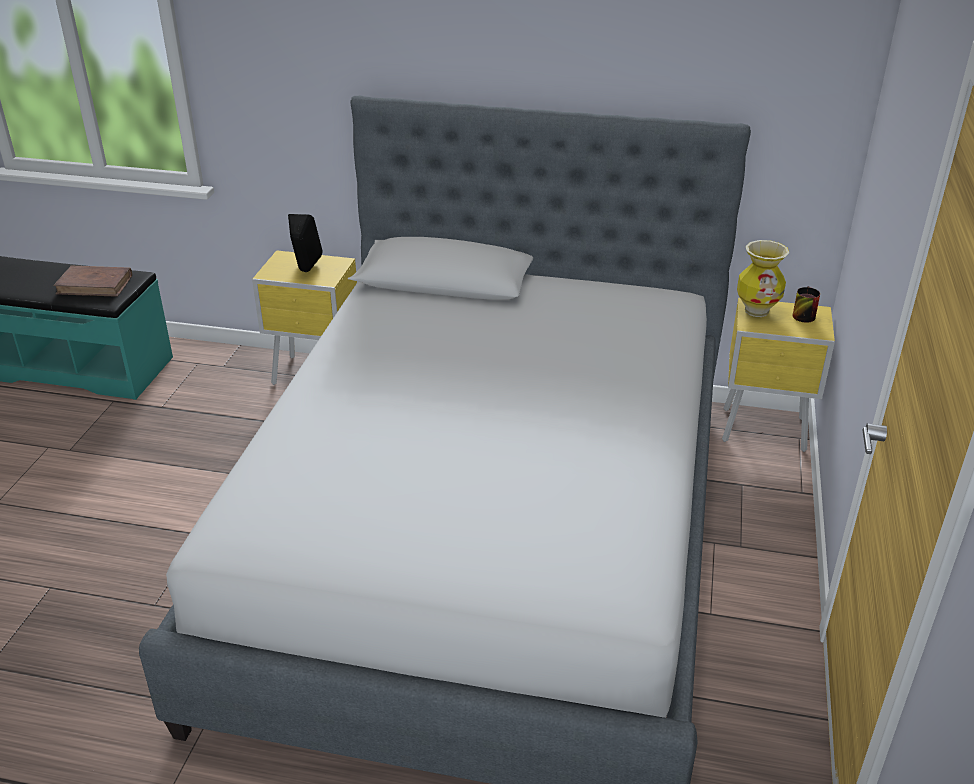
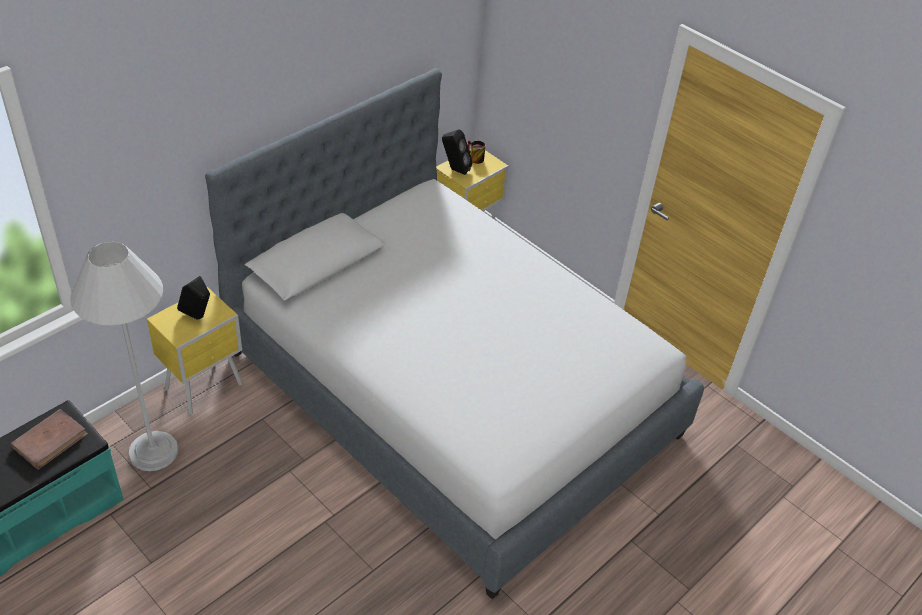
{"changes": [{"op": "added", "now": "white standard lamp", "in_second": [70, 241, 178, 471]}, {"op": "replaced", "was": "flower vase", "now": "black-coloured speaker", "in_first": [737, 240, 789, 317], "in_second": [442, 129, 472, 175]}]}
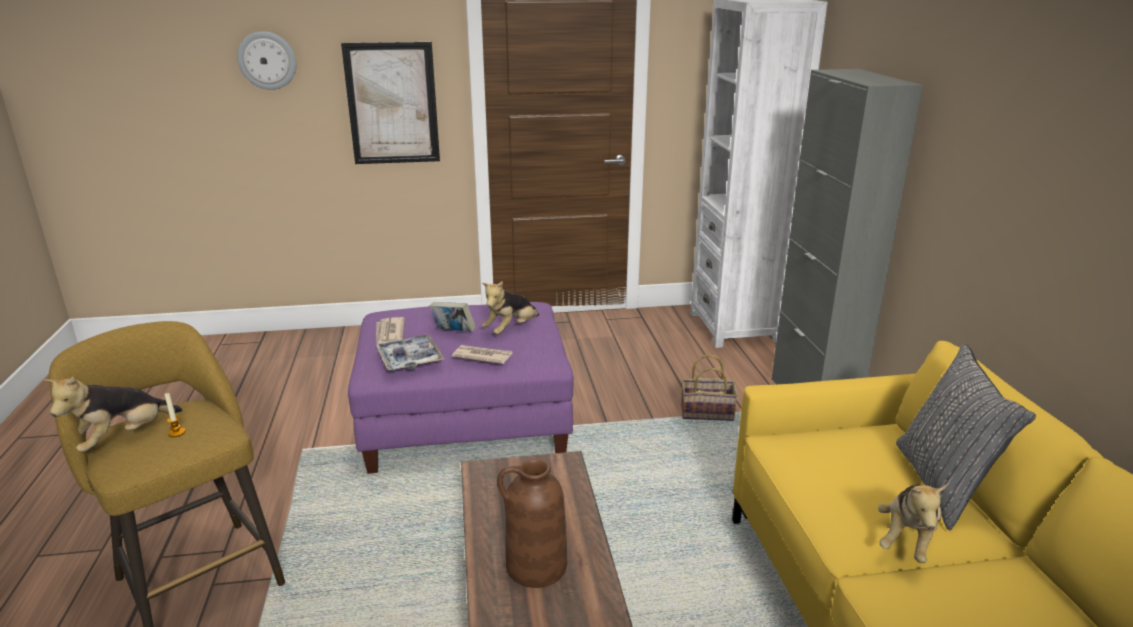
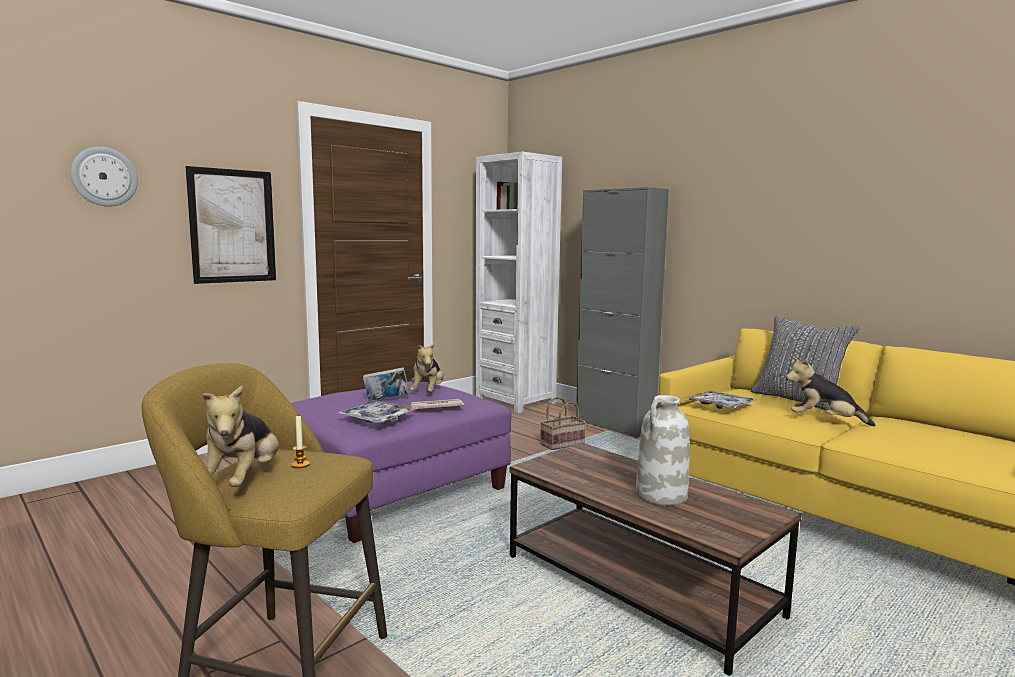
{"changes": [{"op": "recoloured", "was": "brown flower vase", "now": "white flower vase", "in_first": [497, 458, 567, 588], "in_second": [636, 395, 689, 505]}, {"op": "added", "now": "carrying tray", "in_second": [686, 391, 757, 409]}, {"op": "turned", "was": "soft toy", "in_first": [878, 484, 948, 563], "in_second": [786, 357, 876, 426], "clockwise": 120}, {"op": "removed", "was": "newspaper", "in_first": [376, 317, 405, 347]}]}
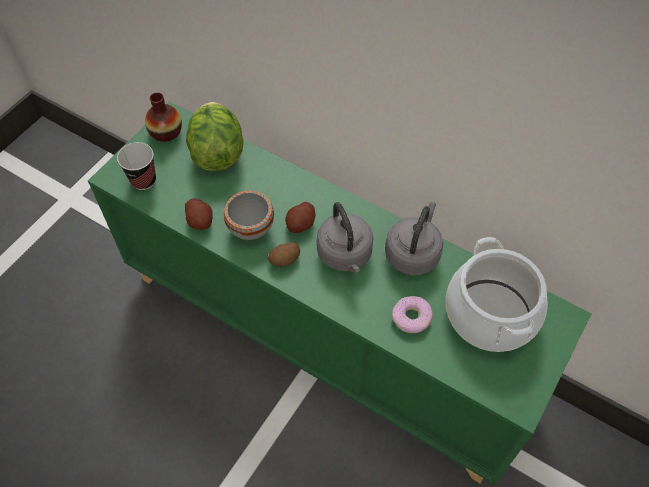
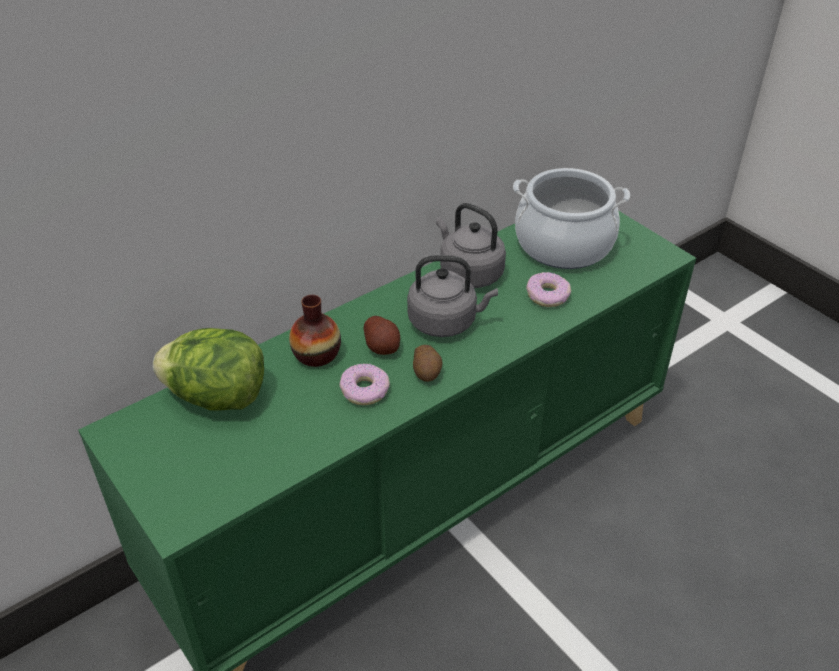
{"changes": [{"op": "moved", "was": "flower vase", "in_first": [145, 92, 182, 142], "in_second": [289, 295, 341, 367]}, {"op": "replaced", "was": "greyish serving bowl", "now": "ring doughnut", "in_first": [224, 190, 274, 240], "in_second": [340, 364, 390, 405]}, {"op": "removed", "was": "small cup", "in_first": [117, 142, 156, 190]}, {"op": "removed", "was": "spud", "in_first": [185, 198, 213, 230]}]}
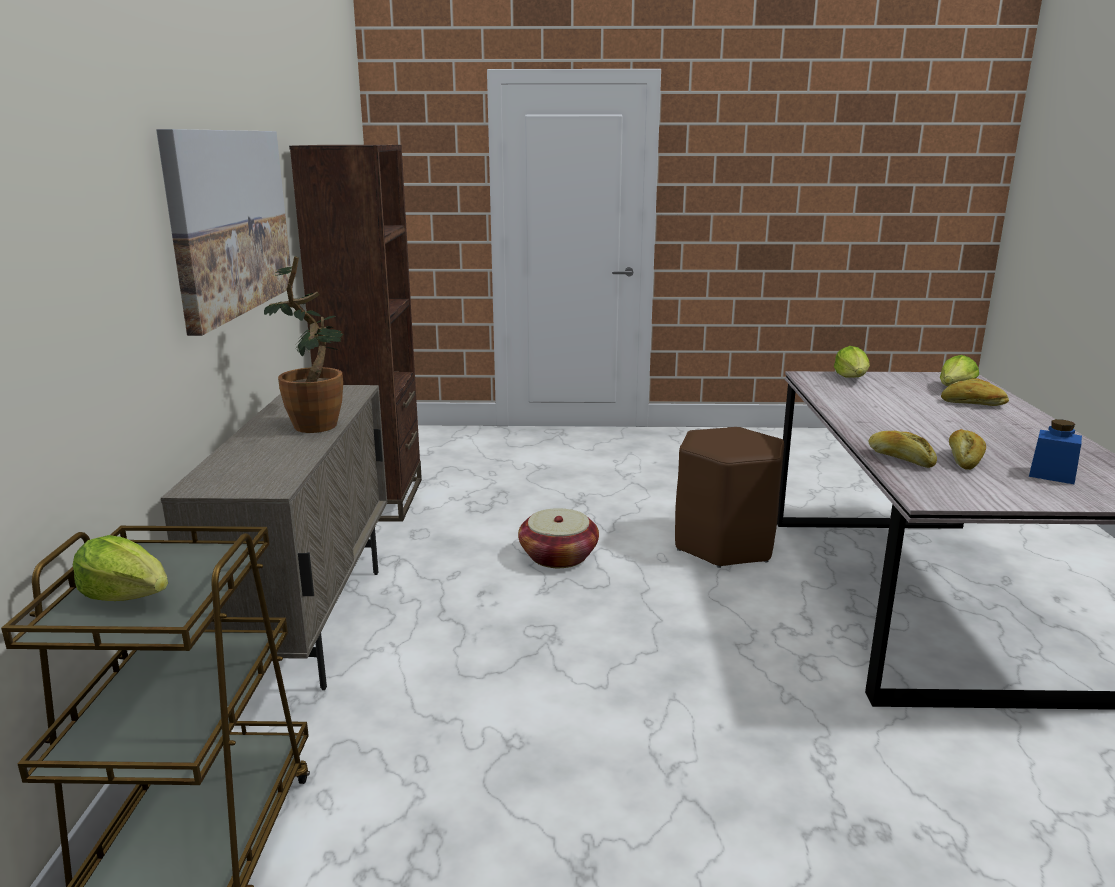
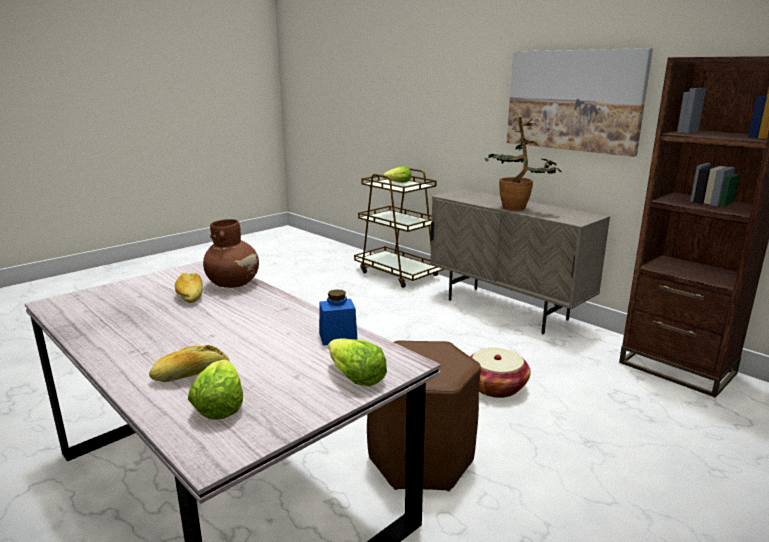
{"changes": [{"op": "replaced", "was": "bakery bread", "now": "brown flower vase", "in_first": [868, 431, 937, 468], "in_second": [203, 219, 259, 288]}, {"op": "moved", "was": "blue-coloured preserve jar", "in_first": [1029, 419, 1082, 484], "in_second": [319, 289, 358, 345]}]}
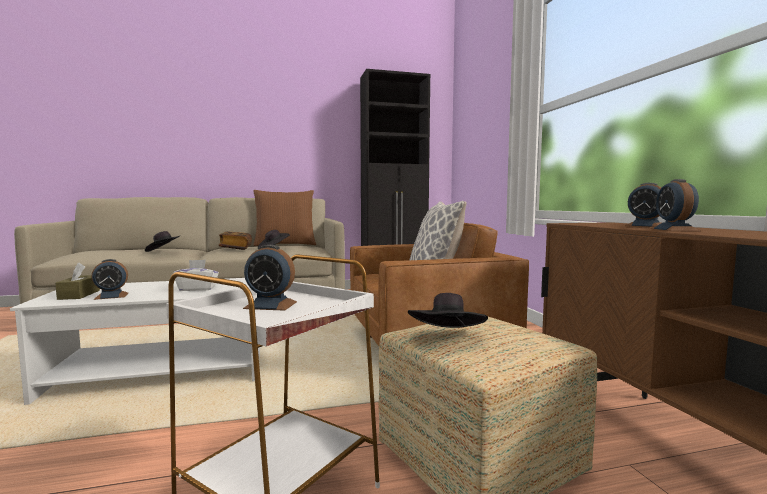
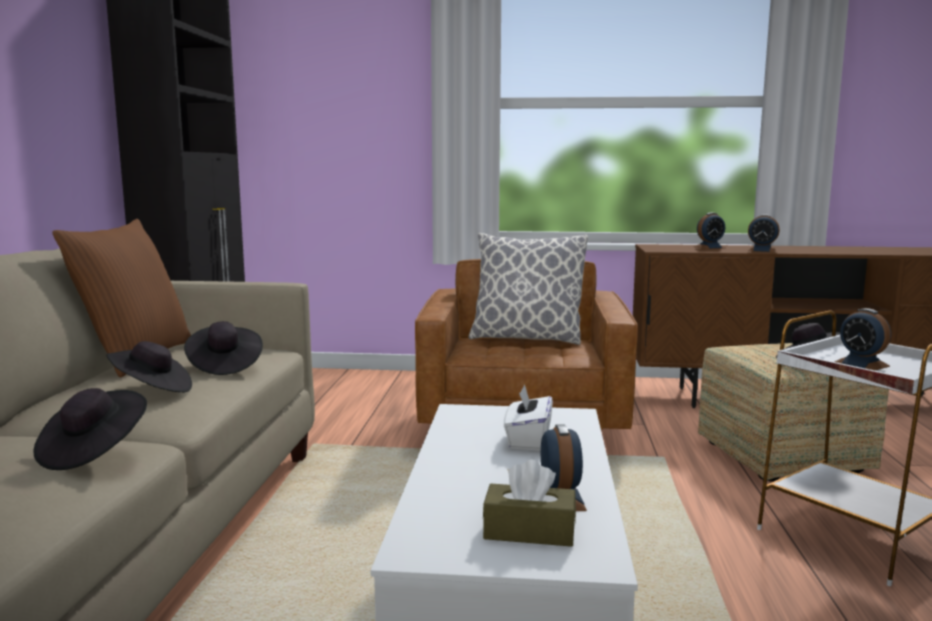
{"changes": [{"op": "replaced", "was": "book", "now": "black-coloured wearable hat", "in_first": [219, 232, 252, 250], "in_second": [107, 341, 192, 392]}, {"op": "turned", "was": "table clock", "in_first": [243, 245, 297, 311], "in_second": [834, 308, 891, 370], "clockwise": 120}]}
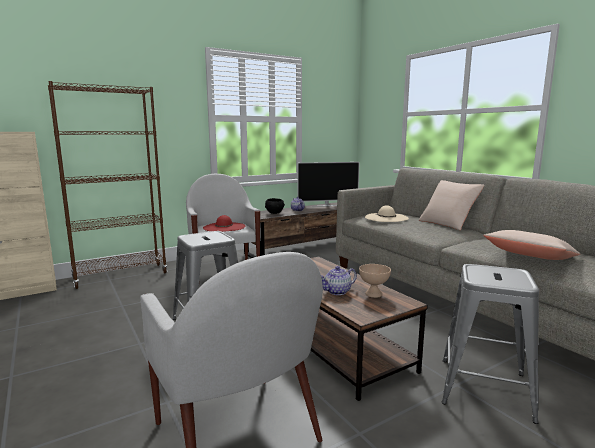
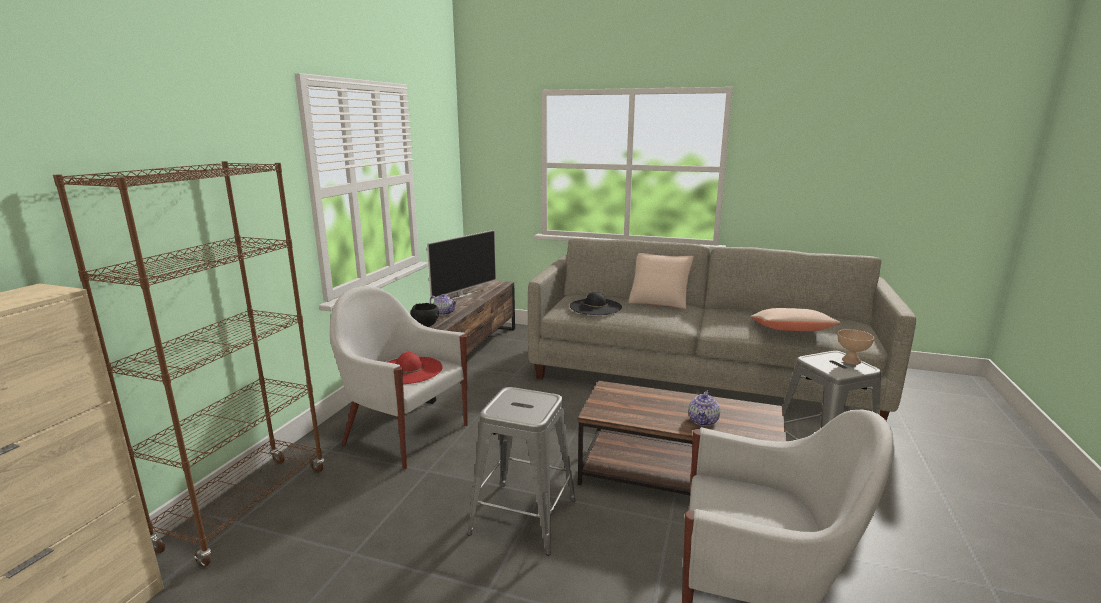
{"changes": [{"op": "recoloured", "was": "beige-coloured wearable hat", "now": "black-coloured wearable hat", "in_first": [365, 205, 409, 222], "in_second": [570, 292, 622, 315]}, {"op": "moved", "was": "beige-coloured serving bowl", "in_first": [359, 264, 391, 298], "in_second": [838, 329, 874, 365]}]}
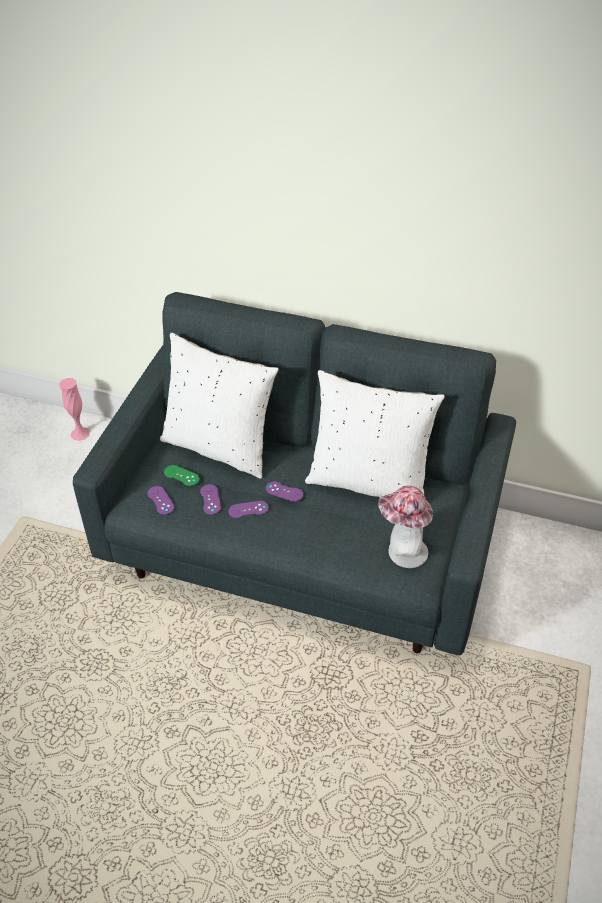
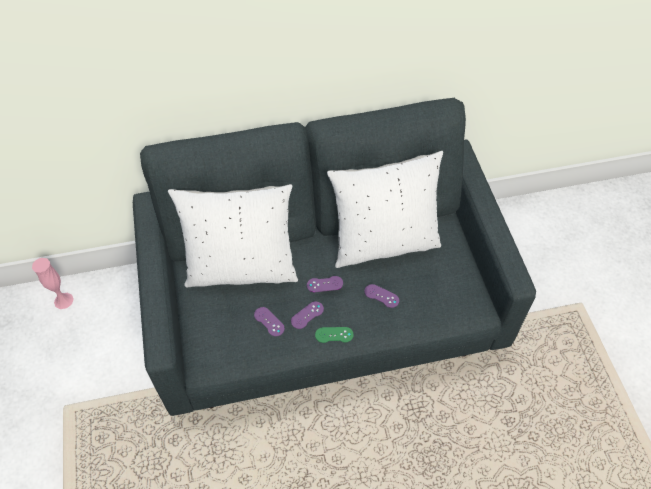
{"changes": [{"op": "moved", "was": "green-coloured gamepad", "in_first": [164, 465, 199, 486], "in_second": [315, 327, 354, 343]}, {"op": "moved", "was": "purple gamepad", "in_first": [147, 486, 174, 515], "in_second": [364, 284, 399, 308]}, {"op": "removed", "was": "wearable hat", "in_first": [379, 486, 433, 568]}]}
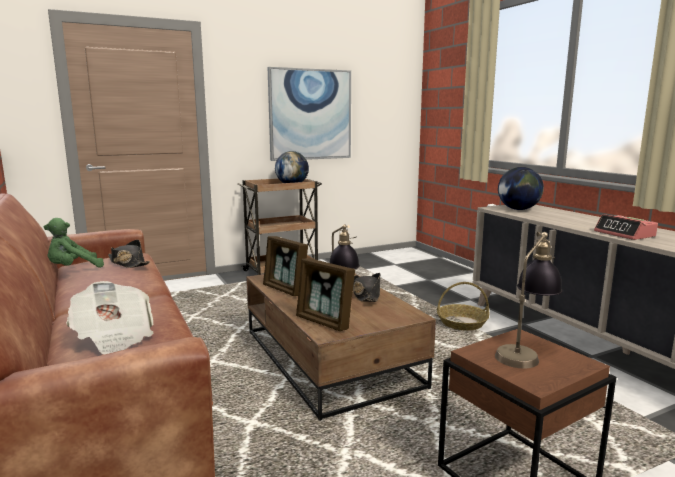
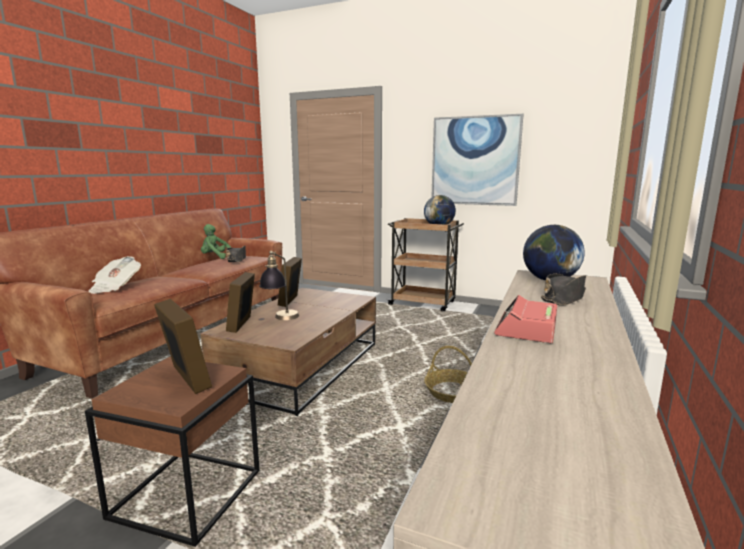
{"changes": [{"op": "replaced", "was": "table lamp", "now": "photo frame", "in_first": [495, 232, 563, 369], "in_second": [154, 299, 212, 394]}, {"op": "moved", "was": "black-coloured wearable hat", "in_first": [353, 273, 380, 302], "in_second": [541, 274, 586, 305]}]}
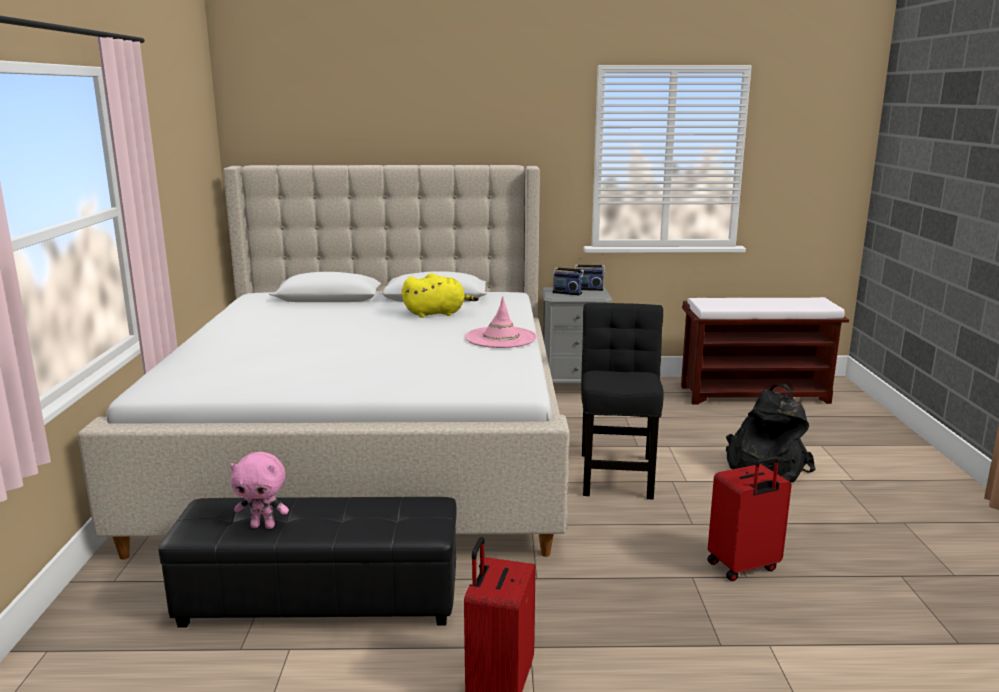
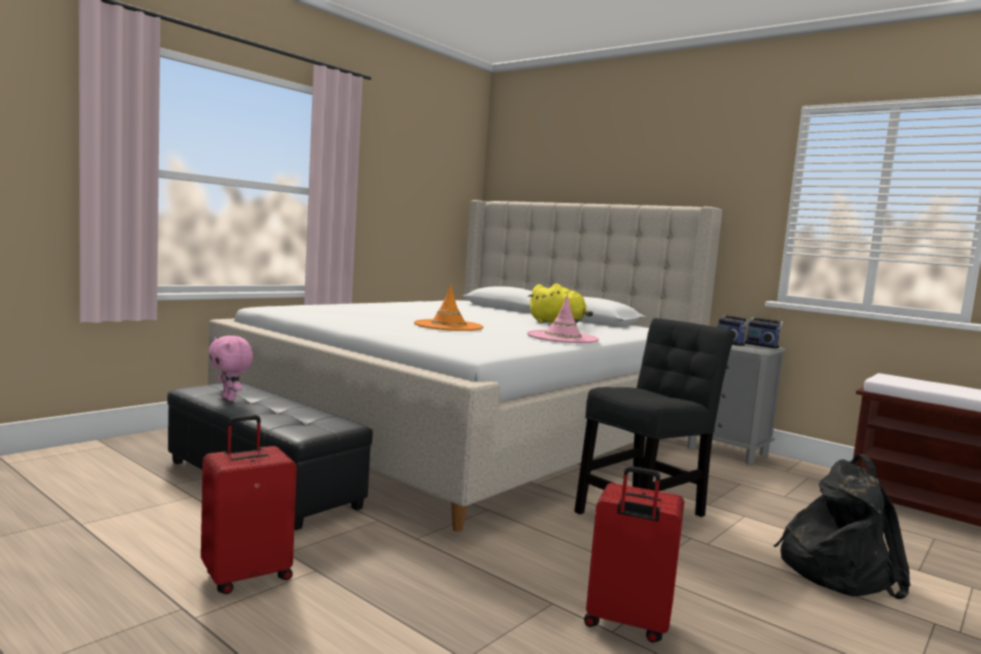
{"changes": [{"op": "added", "now": "orange-coloured wearable hat", "in_second": [414, 284, 484, 331]}]}
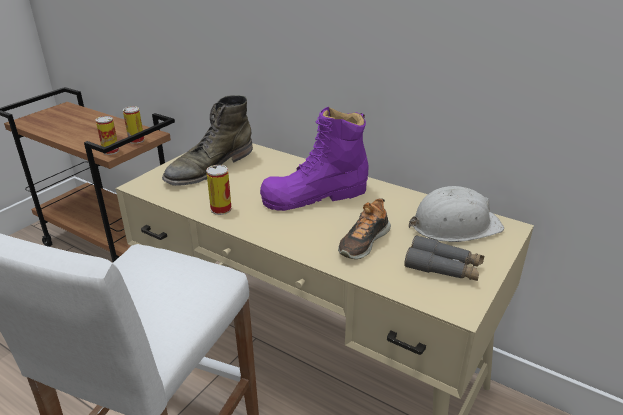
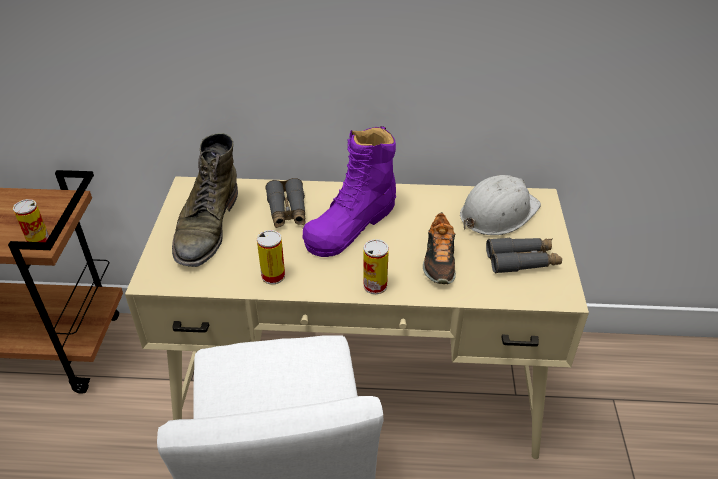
{"changes": [{"op": "added", "now": "greyish binoculars", "in_second": [265, 178, 306, 228]}, {"op": "moved", "was": "can", "in_first": [123, 106, 145, 144], "in_second": [363, 239, 389, 294]}]}
